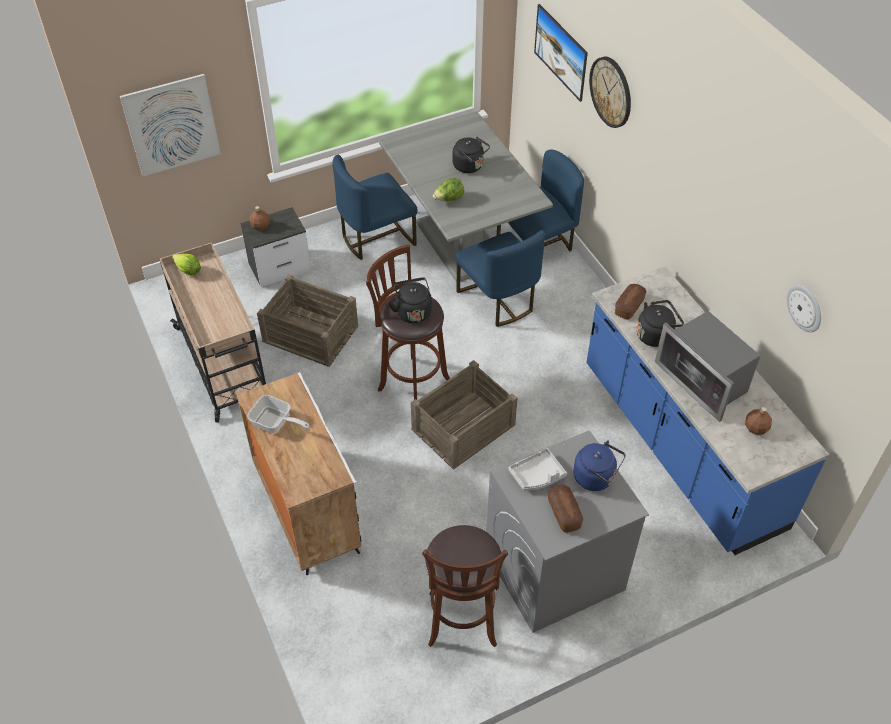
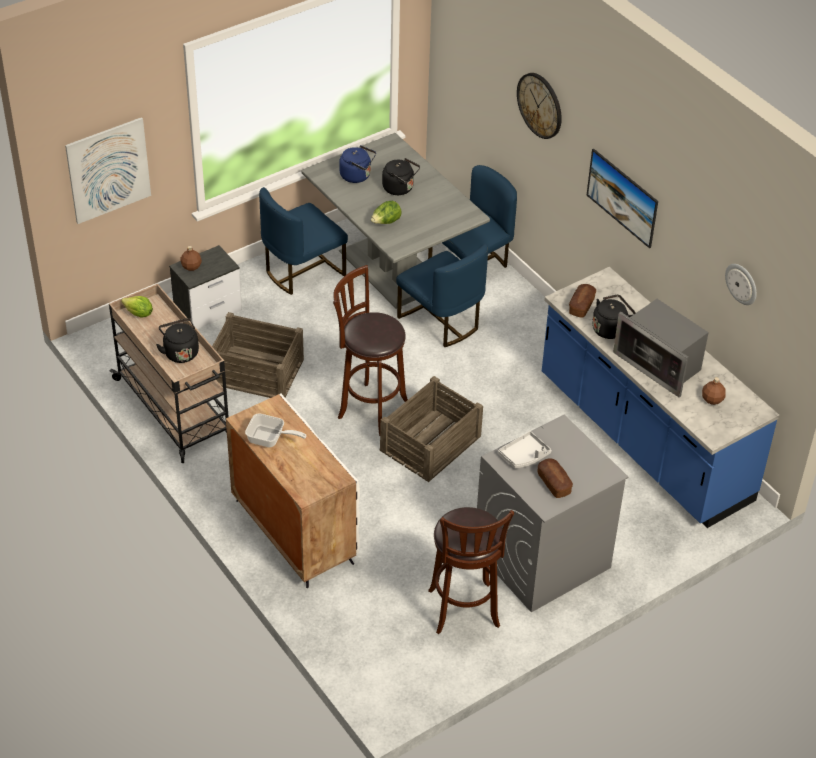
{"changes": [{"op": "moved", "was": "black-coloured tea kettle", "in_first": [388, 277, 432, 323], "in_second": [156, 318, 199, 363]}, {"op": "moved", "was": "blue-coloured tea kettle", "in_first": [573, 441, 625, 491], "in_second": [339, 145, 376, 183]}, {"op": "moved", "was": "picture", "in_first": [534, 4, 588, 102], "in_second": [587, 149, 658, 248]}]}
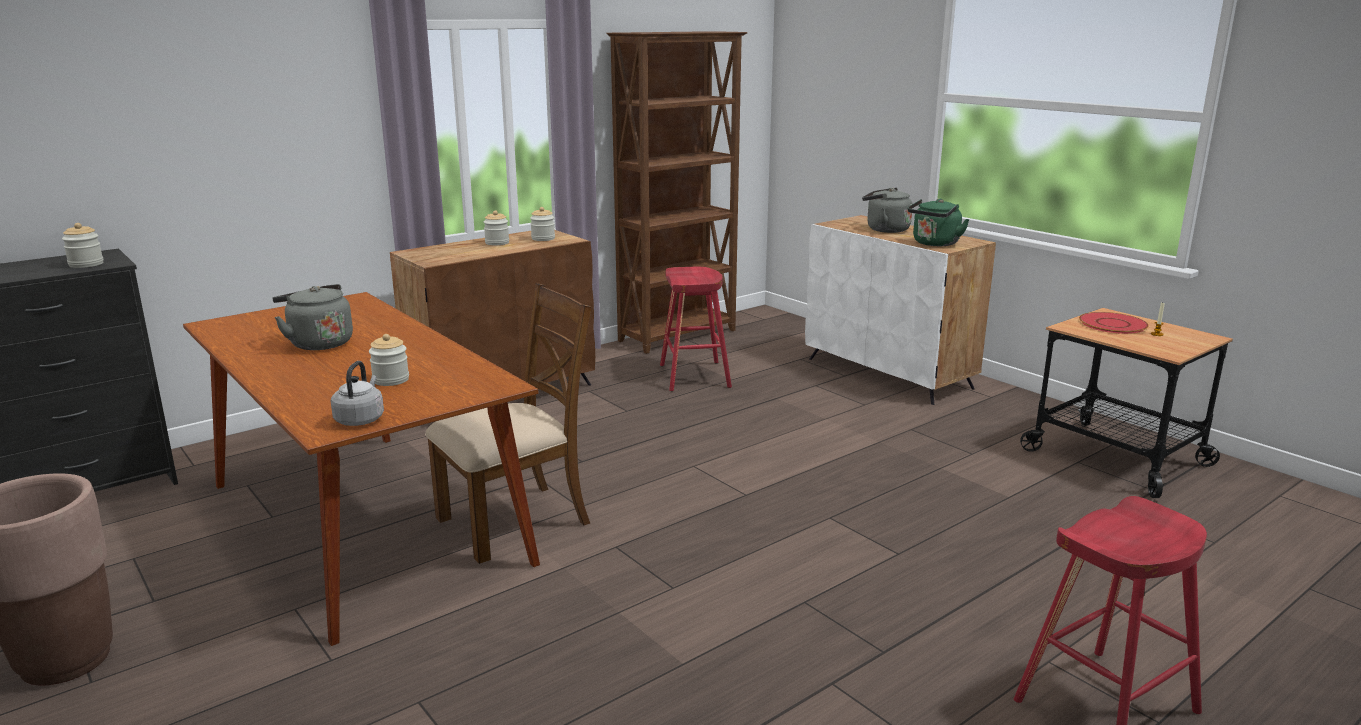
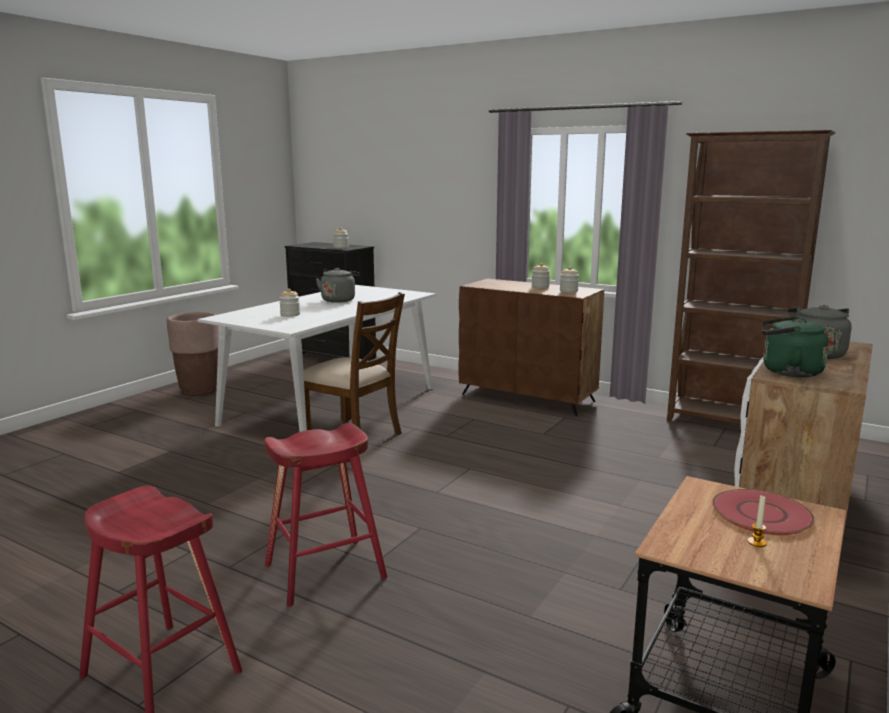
{"changes": [{"op": "recoloured", "was": "brown dinner table", "now": "white dinner table", "in_first": [183, 292, 540, 646], "in_second": [198, 285, 436, 432]}, {"op": "moved", "was": "red-coloured stool", "in_first": [660, 267, 732, 391], "in_second": [265, 423, 387, 607]}, {"op": "removed", "was": "greyish tea kettle", "in_first": [331, 361, 384, 426]}]}
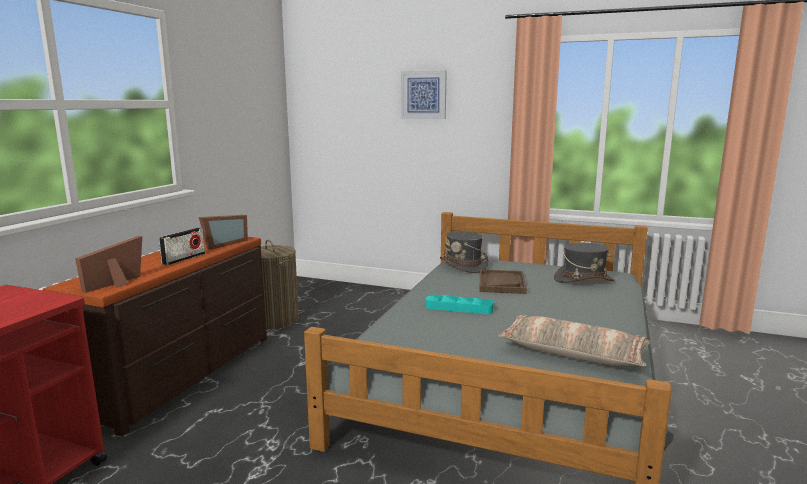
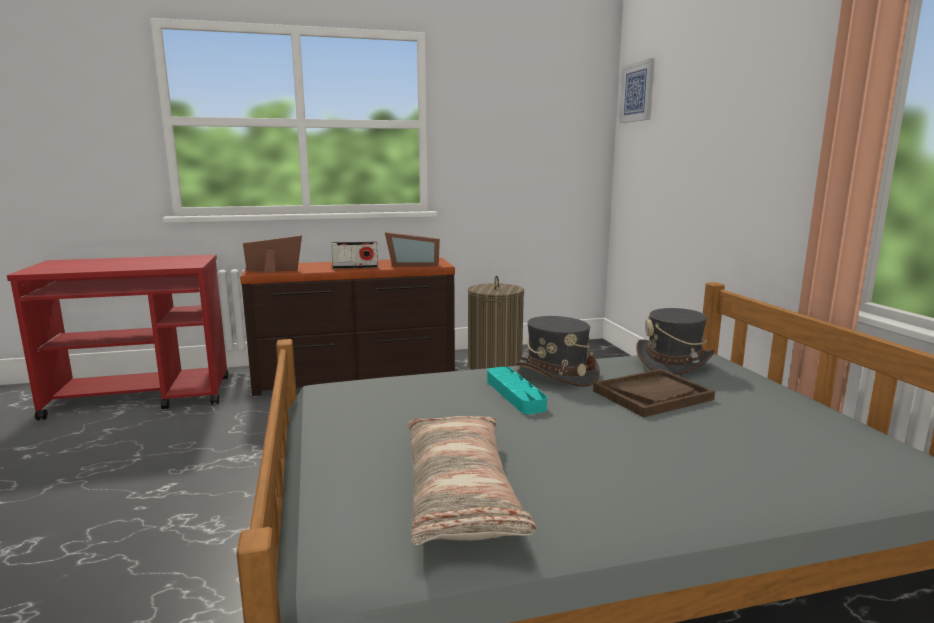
{"changes": [{"op": "moved", "was": "greyish wearable hat", "in_first": [554, 243, 615, 283], "in_second": [515, 316, 600, 387]}, {"op": "moved", "was": "picture", "in_first": [401, 70, 447, 119], "in_second": [619, 58, 655, 123]}]}
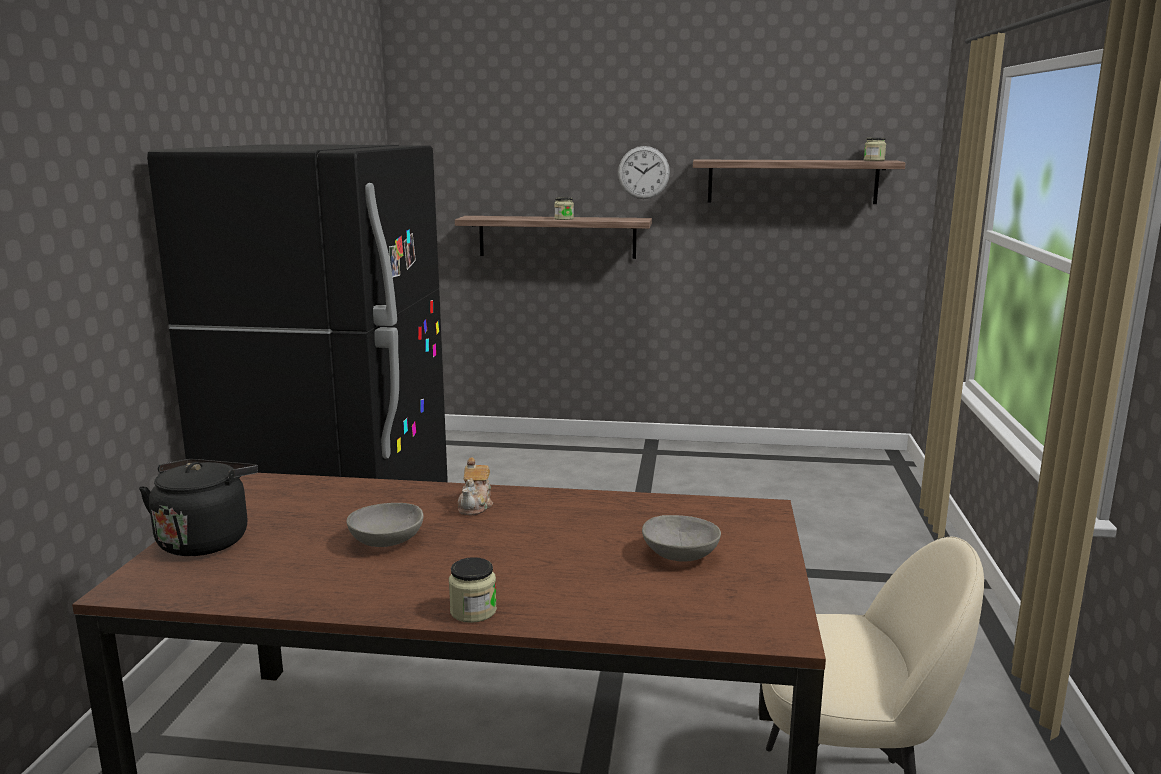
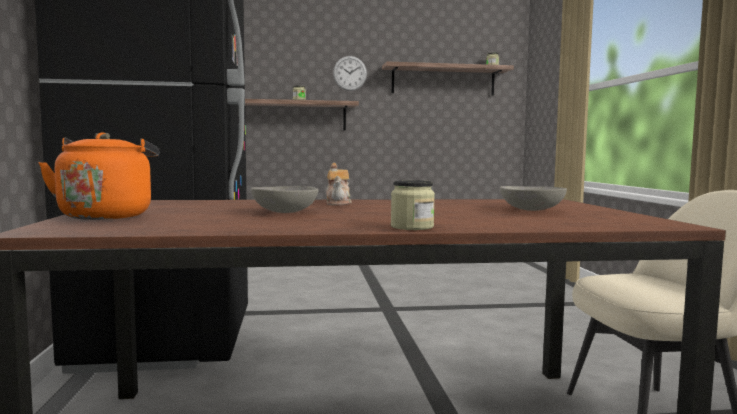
{"changes": [{"op": "recoloured", "was": "black-coloured tea kettle", "now": "orange-coloured tea kettle", "in_first": [139, 459, 258, 556], "in_second": [39, 132, 159, 220]}]}
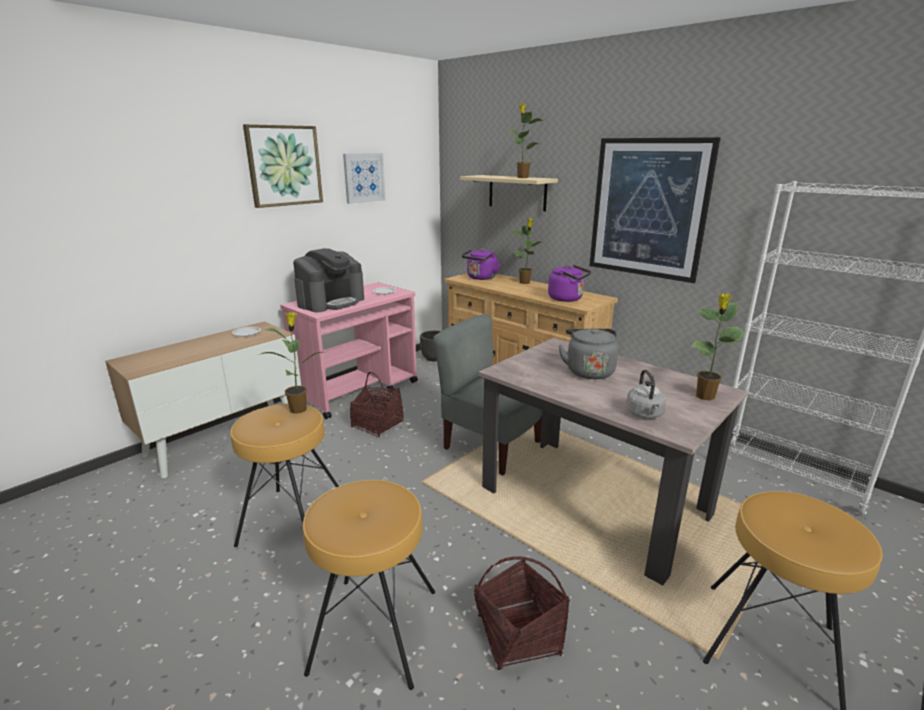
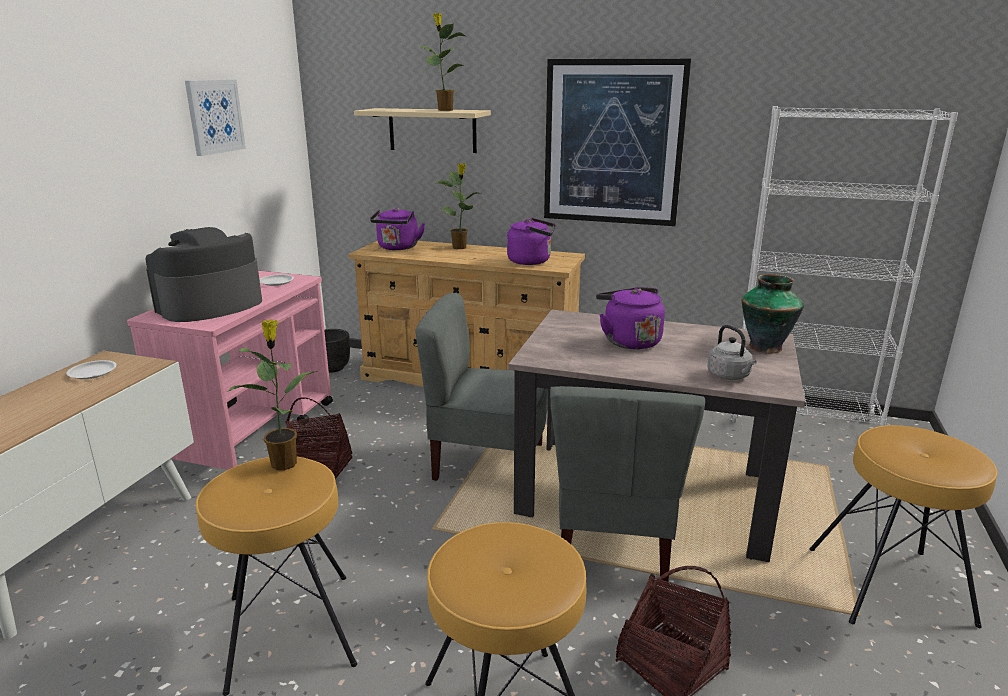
{"changes": [{"op": "turned", "was": "coffee machine", "in_first": [293, 248, 364, 312], "in_second": [145, 227, 262, 322], "clockwise": -150}, {"op": "added", "now": "greyish chair", "in_second": [550, 386, 705, 583]}, {"op": "recoloured", "was": "greyish tea kettle", "now": "purple tea kettle", "in_first": [558, 328, 618, 379], "in_second": [596, 287, 665, 349]}, {"op": "replaced", "was": "plant in a pot", "now": "flower vase", "in_first": [690, 293, 744, 400], "in_second": [742, 274, 804, 353]}, {"op": "removed", "was": "picture", "in_first": [243, 124, 323, 208]}]}
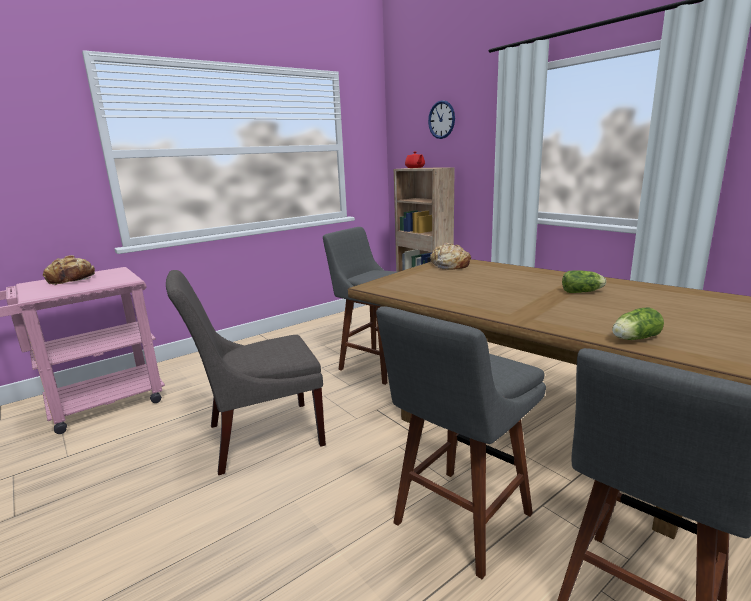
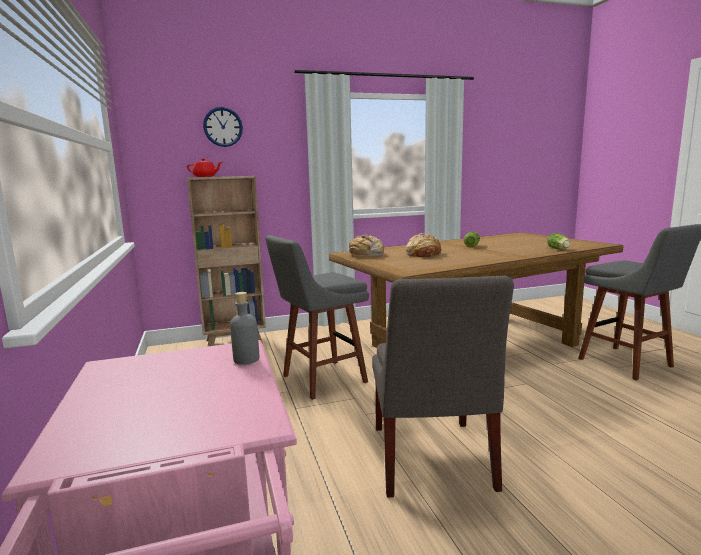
{"changes": [{"op": "added", "now": "greyish bottle", "in_second": [230, 292, 260, 365]}, {"op": "moved", "was": "bakery bread", "in_first": [43, 255, 95, 285], "in_second": [406, 233, 442, 257]}, {"op": "removed", "was": "greyish stool", "in_first": [376, 306, 546, 579]}]}
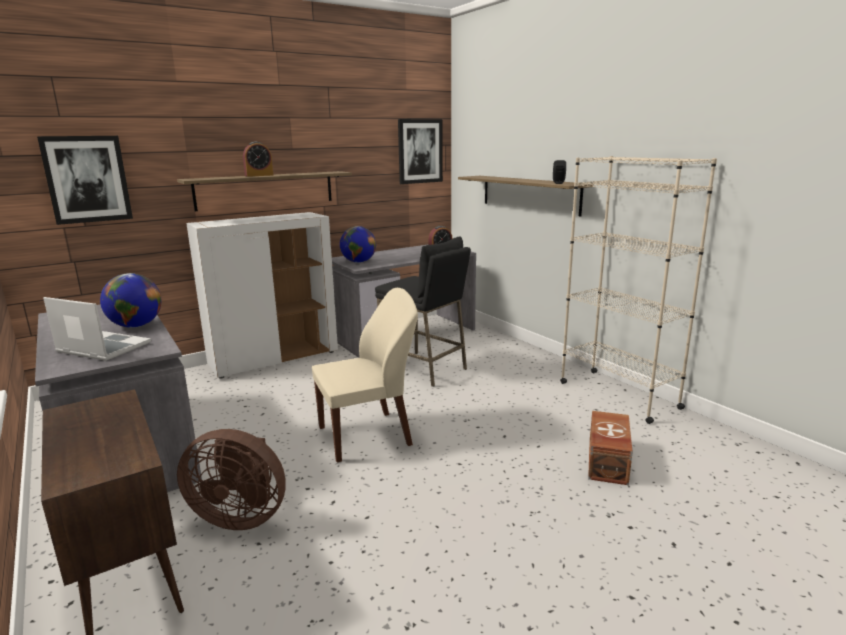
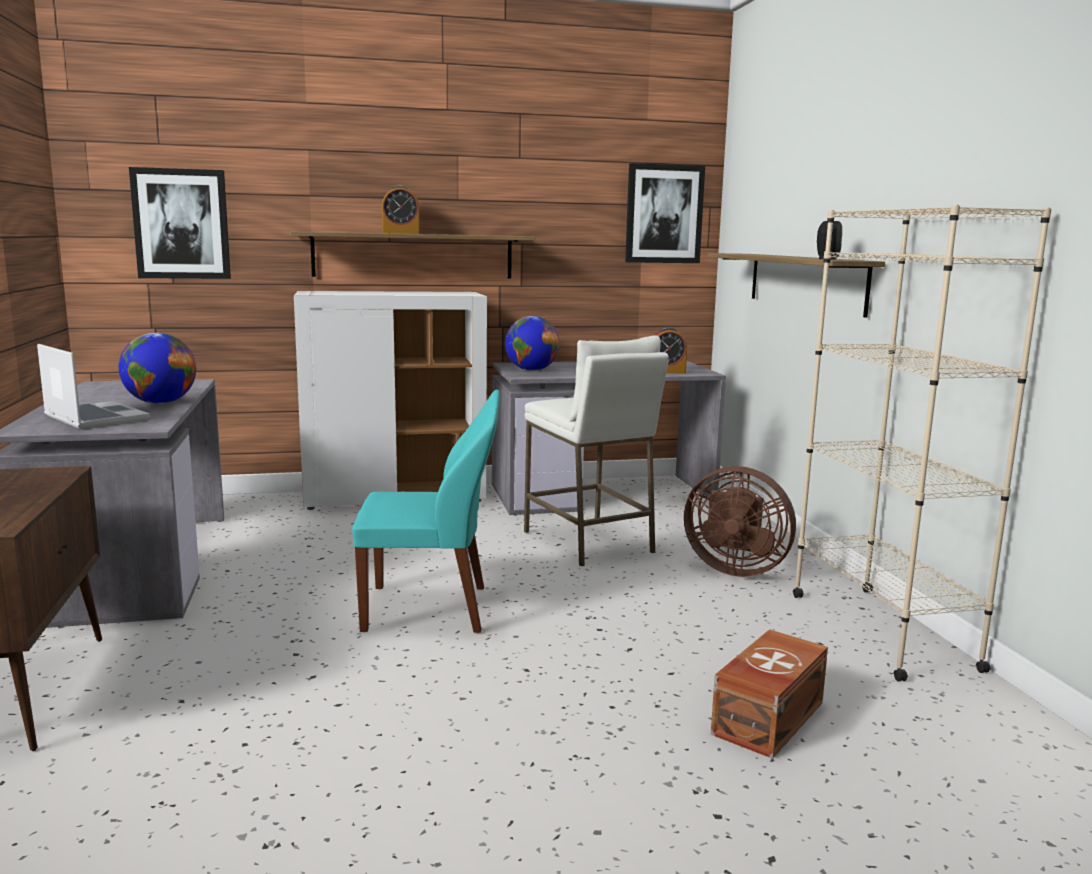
{"changes": [{"op": "recoloured", "was": "beige-coloured chair", "now": "blue-green chair", "in_first": [312, 288, 418, 463], "in_second": [352, 390, 500, 633]}, {"op": "recoloured", "was": "black-coloured stool", "now": "white stool", "in_first": [375, 237, 471, 387], "in_second": [524, 335, 669, 566]}, {"op": "moved", "was": "brown fan", "in_first": [177, 429, 286, 530], "in_second": [684, 466, 796, 577]}]}
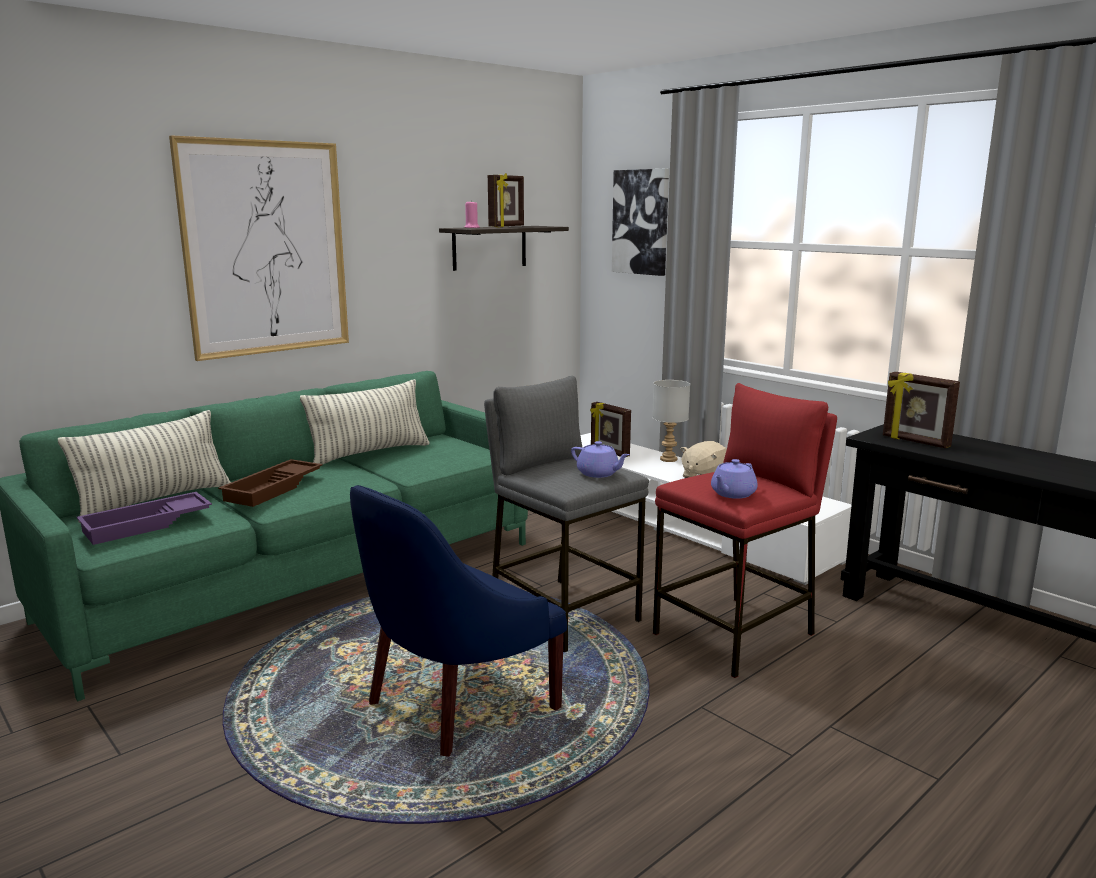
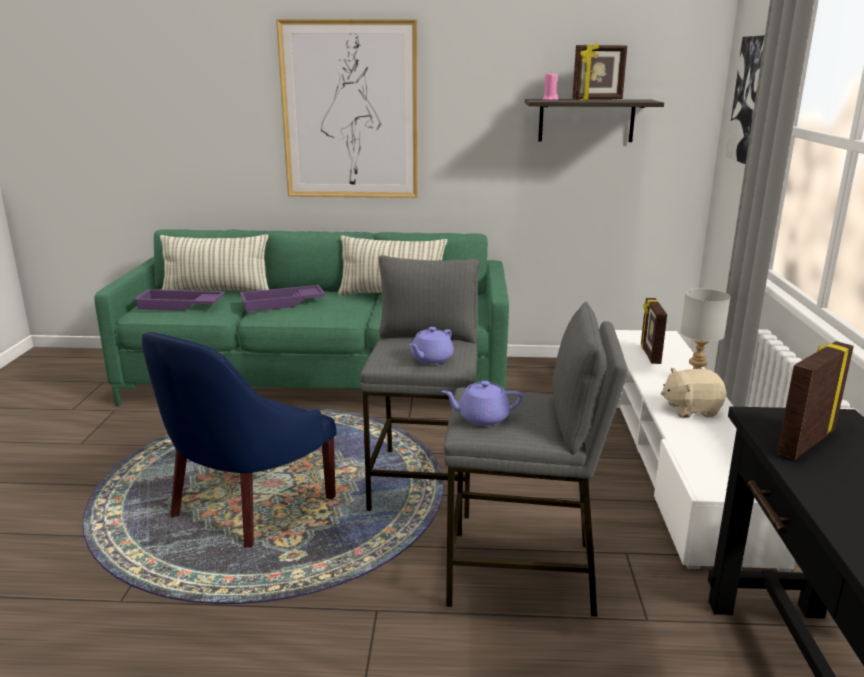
{"changes": [{"op": "turned", "was": "blue-coloured lounge chair", "in_first": [350, 485, 567, 757], "in_second": [142, 332, 337, 548], "clockwise": -60}, {"op": "recoloured", "was": "brown carrying tray", "now": "purple carrying tray", "in_first": [218, 459, 323, 507], "in_second": [240, 285, 326, 312]}, {"op": "turned", "was": "purple pot for tea", "in_first": [571, 441, 630, 478], "in_second": [410, 327, 454, 364], "clockwise": 45}, {"op": "recoloured", "was": "red-coloured stool", "now": "greyish stool", "in_first": [653, 383, 837, 678], "in_second": [443, 302, 628, 617]}, {"op": "turned", "was": "photo frame", "in_first": [883, 372, 960, 448], "in_second": [777, 341, 854, 460], "clockwise": 45}]}
